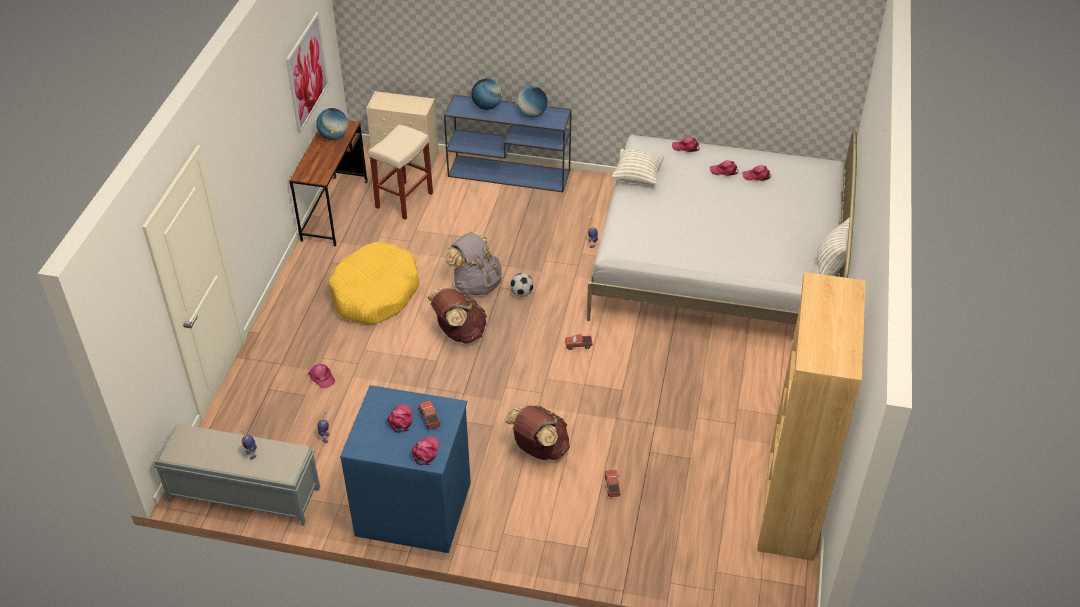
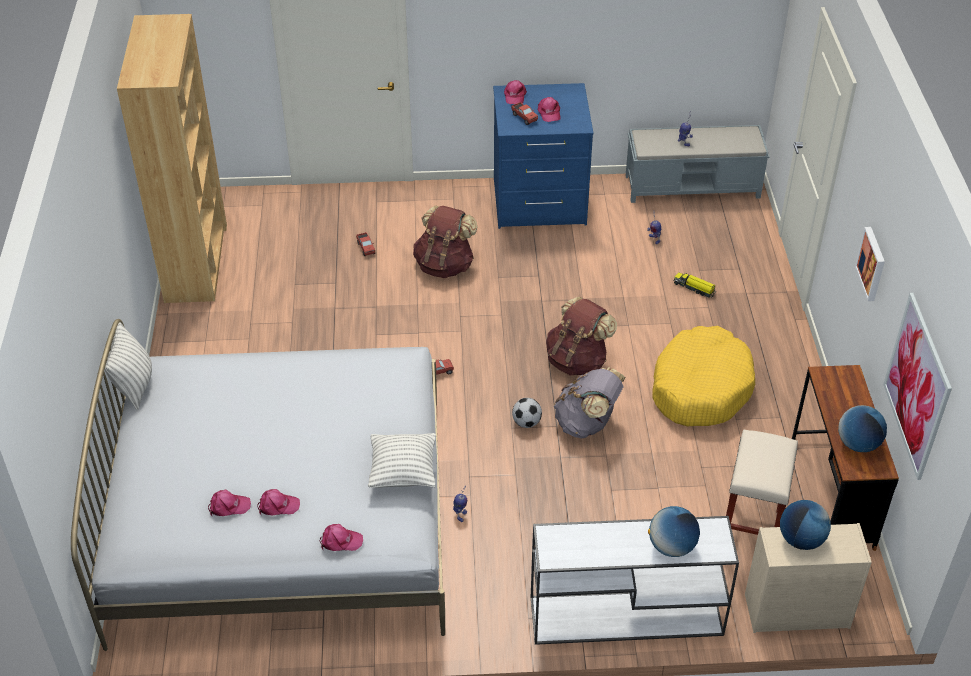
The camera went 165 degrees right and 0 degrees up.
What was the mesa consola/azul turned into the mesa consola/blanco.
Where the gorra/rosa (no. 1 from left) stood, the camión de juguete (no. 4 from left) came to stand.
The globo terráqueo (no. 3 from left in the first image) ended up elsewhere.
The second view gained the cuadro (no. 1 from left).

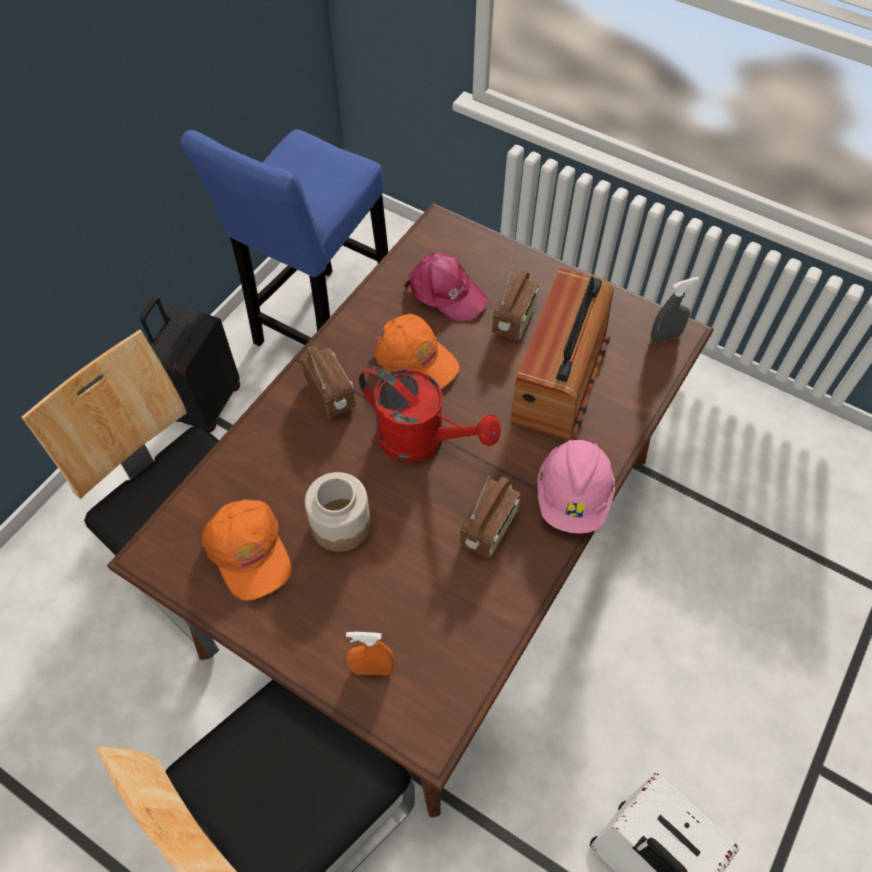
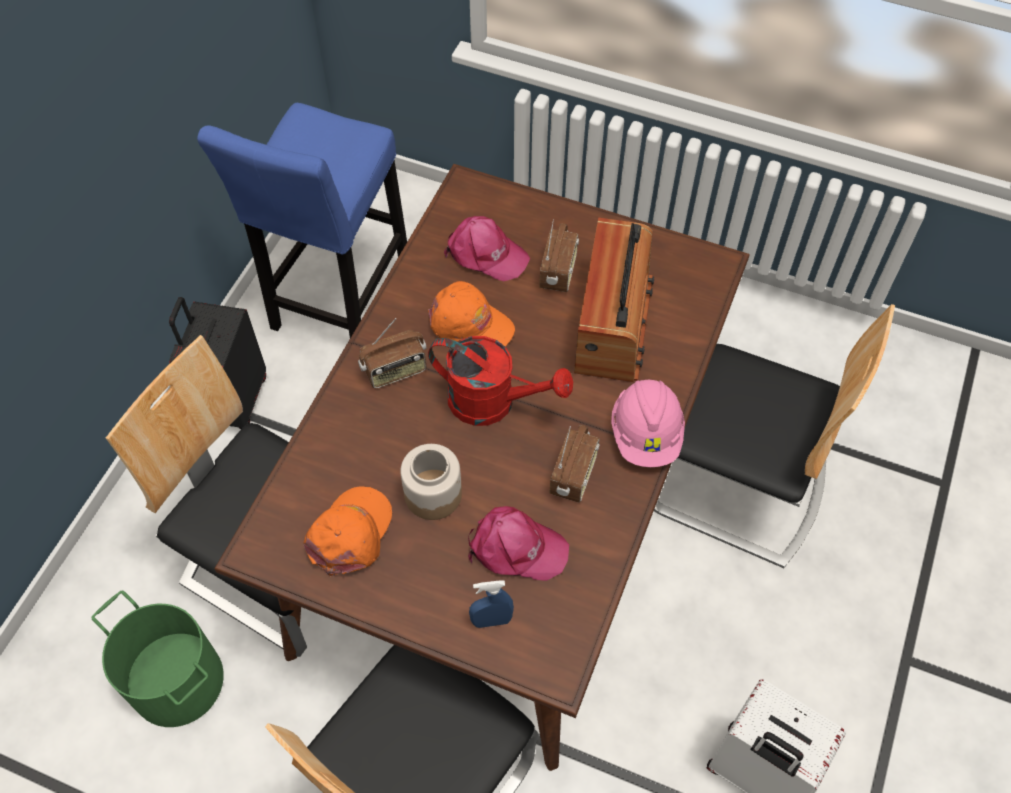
The camera went 10 degrees left and 0 degrees up.
The second view gained the cubo/verde.
The gorra/naranja (no. 1 from left) ended up facing another way, 120 degrees counterclockwise from before.
The radio (no. 1 from left) ended up facing another way, 105 degrees clockwise from before.
The second view gained the gorra/rosa (no. 2 from left).
What was the pulverizador/naranja turned into the pulverizador/azul.
The second view gained the silla (no. 3 from left).
The second view lost the pulverizador/gris.

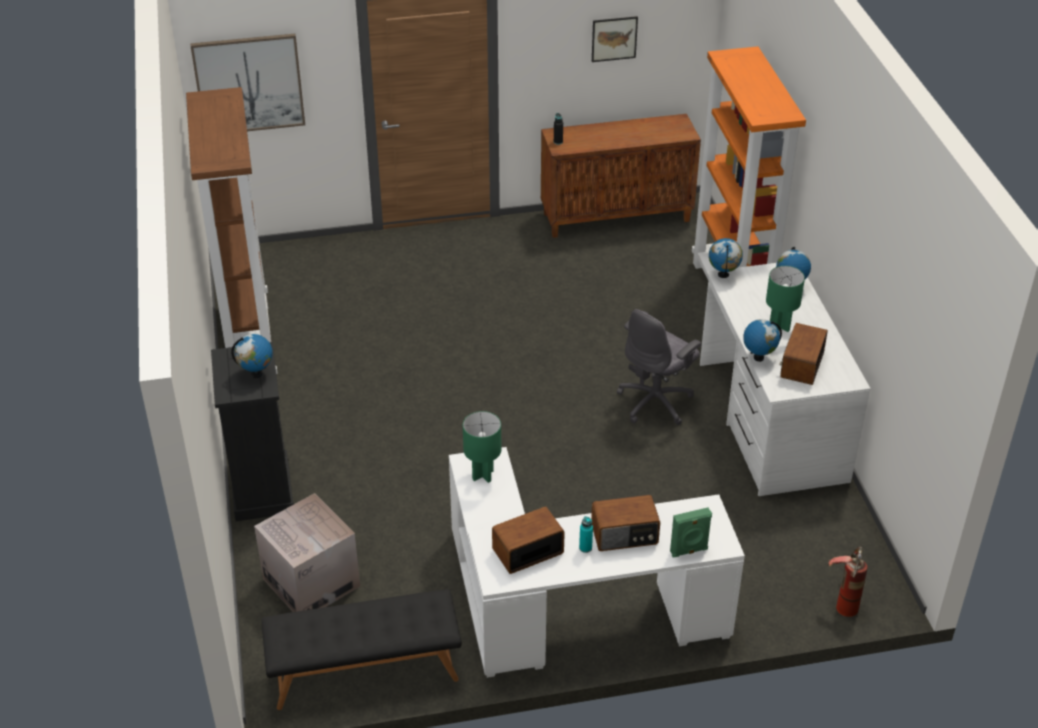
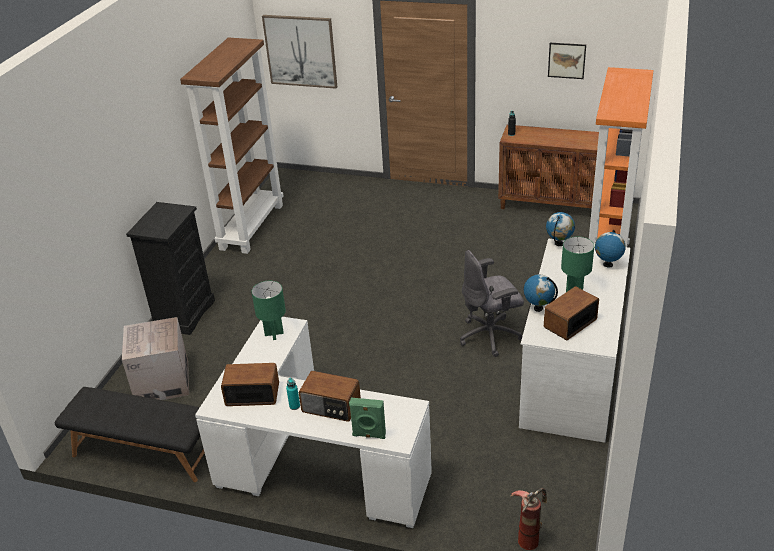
The camera went 30 degrees right and 5 degrees down.
The second view lost the globo terráqueo (no. 1 from left).

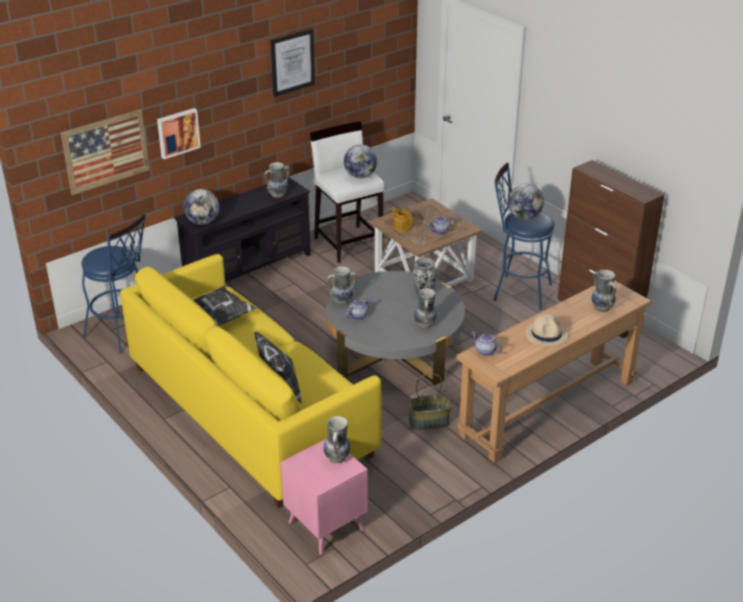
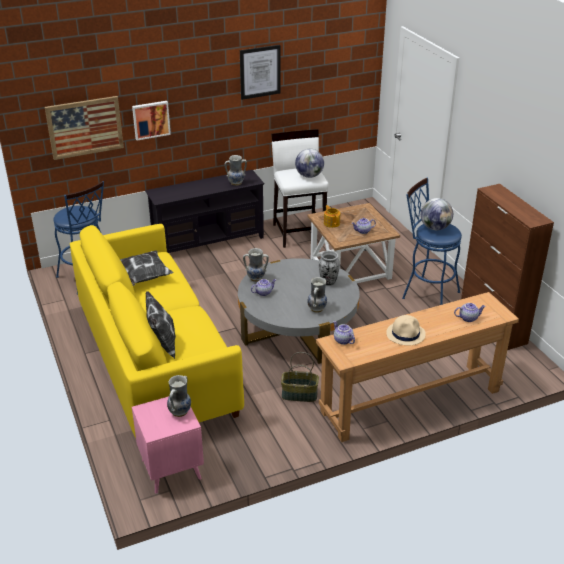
The camera went 15 degrees right and 0 degrees up.
Where the florero (no. 6 from left) stood, the tetera (no. 5 from left) came to stand.
The second view lost the globo terráqueo (no. 1 from left).

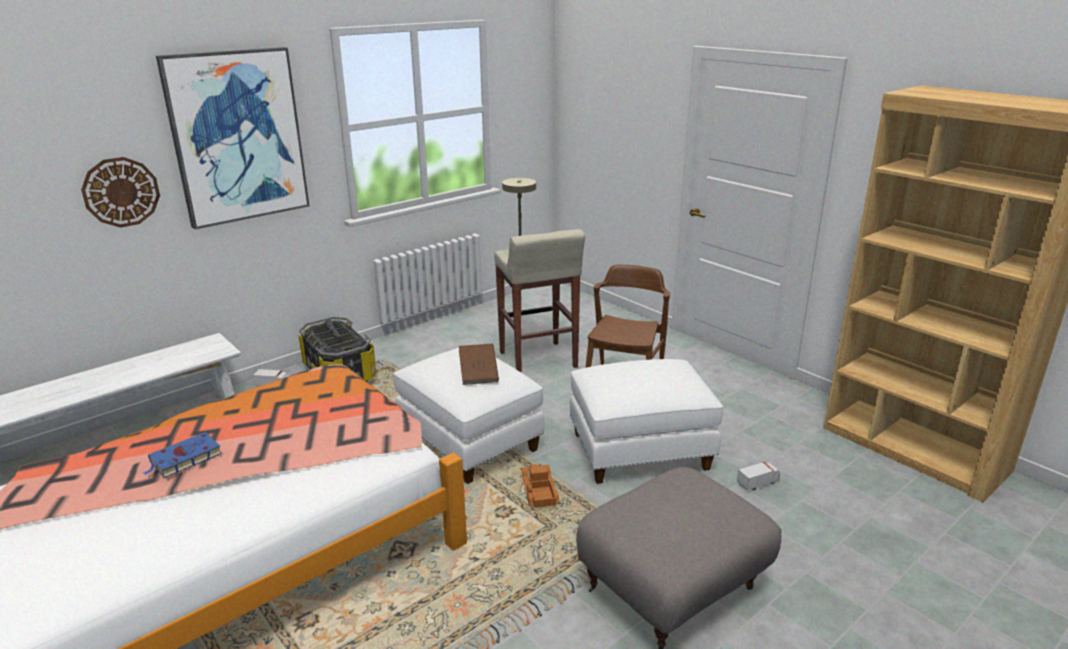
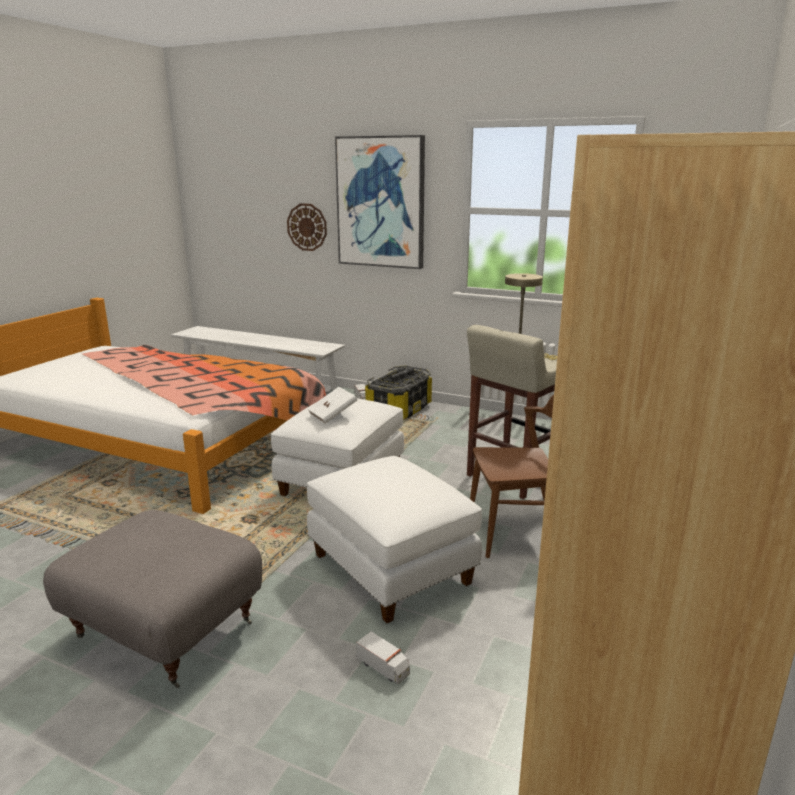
The camera went 65 degrees right and 5 degrees down.
What was the libro/marrón turned into the libro/blanco.
The second view lost the libro/azul.
The second view lost the camión de juguete (no. 2 from left).

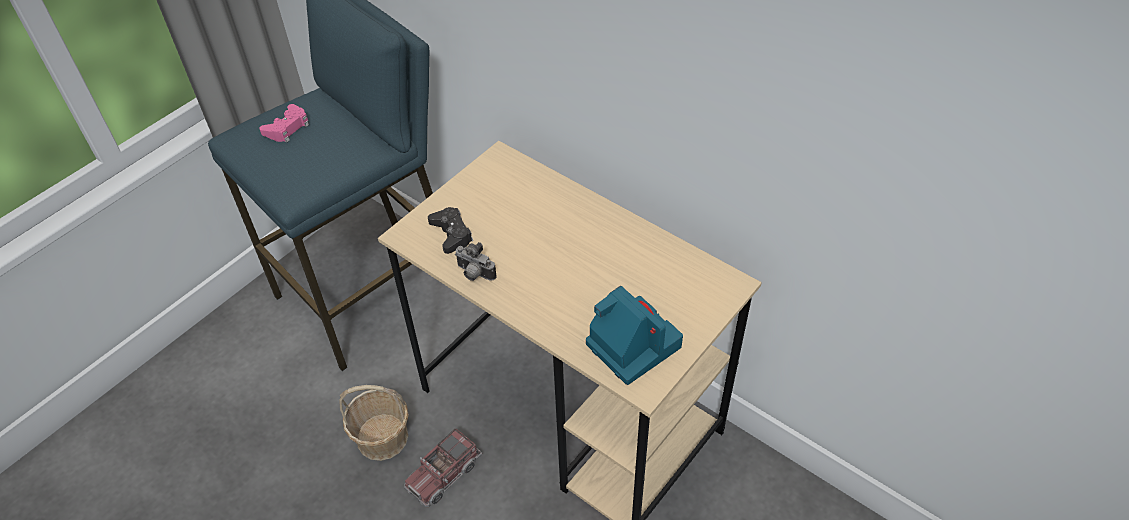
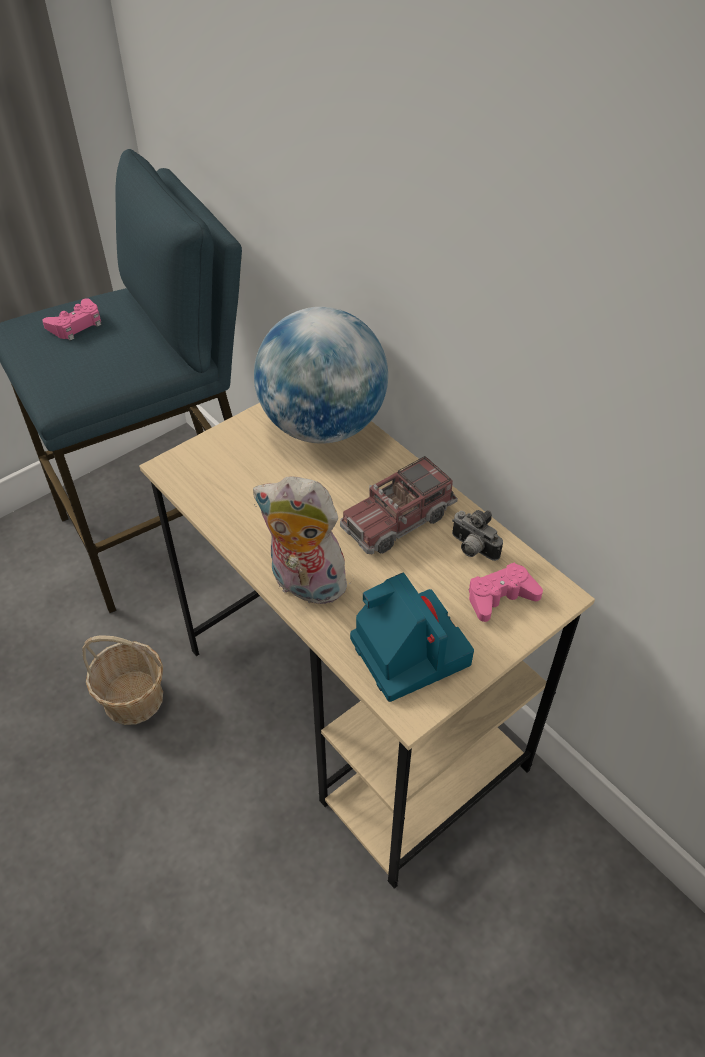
The camera went 10 degrees right and 0 degrees up.
The second view gained the peluche.
The second view gained the globo terráqueo.
The camión de juguete ended up elsewhere.
The cámara (no. 1 from left in the first image) ended up elsewhere.
The second view gained the mando de consola/rosa (no. 2 from left).
The second view lost the mando de consola/negro.

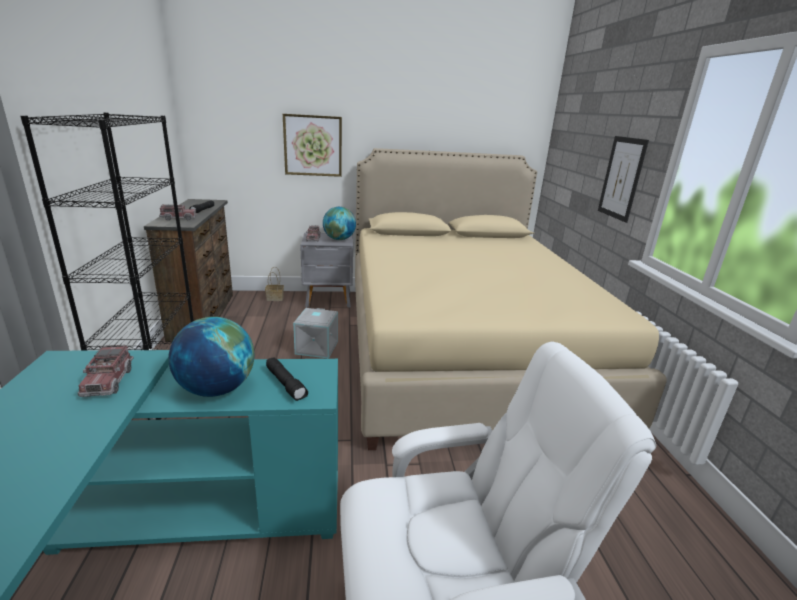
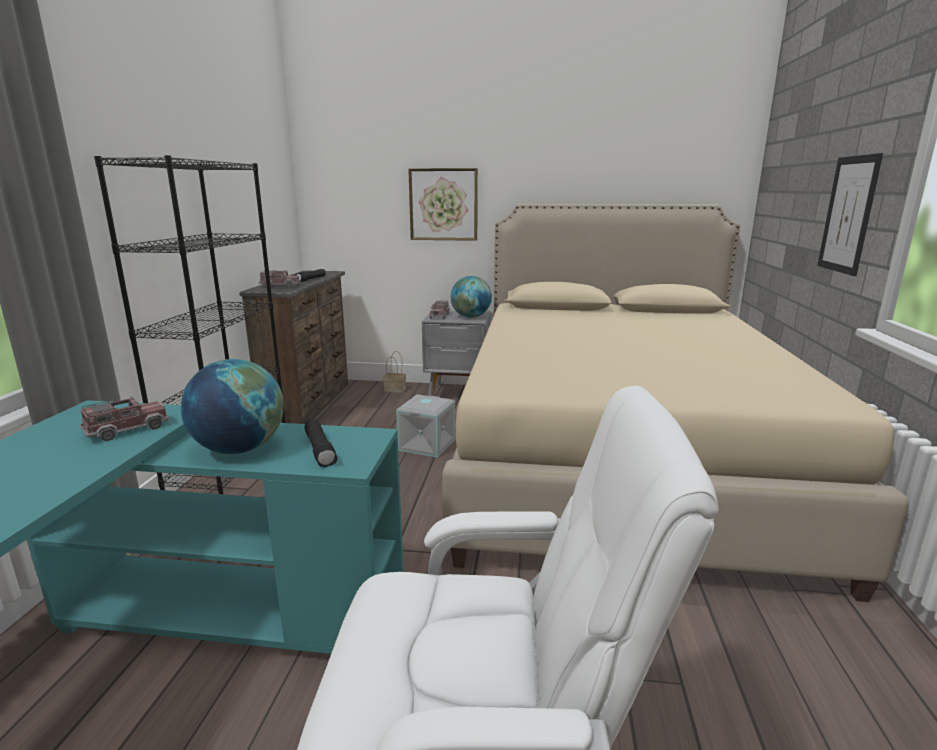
The camera went 15 degrees right and 5 degrees down.
The camión de juguete (no. 1 from left) ended up facing another way, 135 degrees counterclockwise from before.

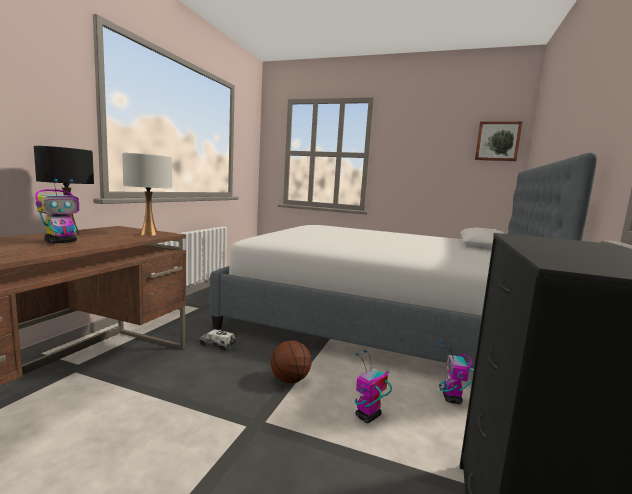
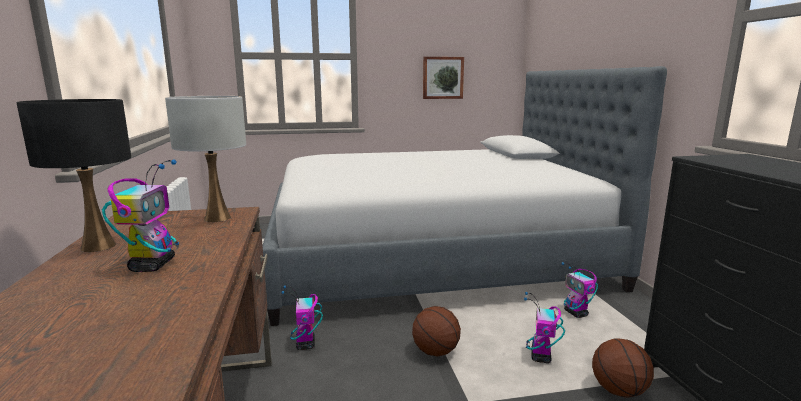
The camera went 30 degrees left and 5 degrees up.
Where the camión de juguete stood, the robot de juguete (no. 2 from left) came to stand.
The cuadro ended up elsewhere.
The second view gained the balón de baloncesto (no. 2 from left).

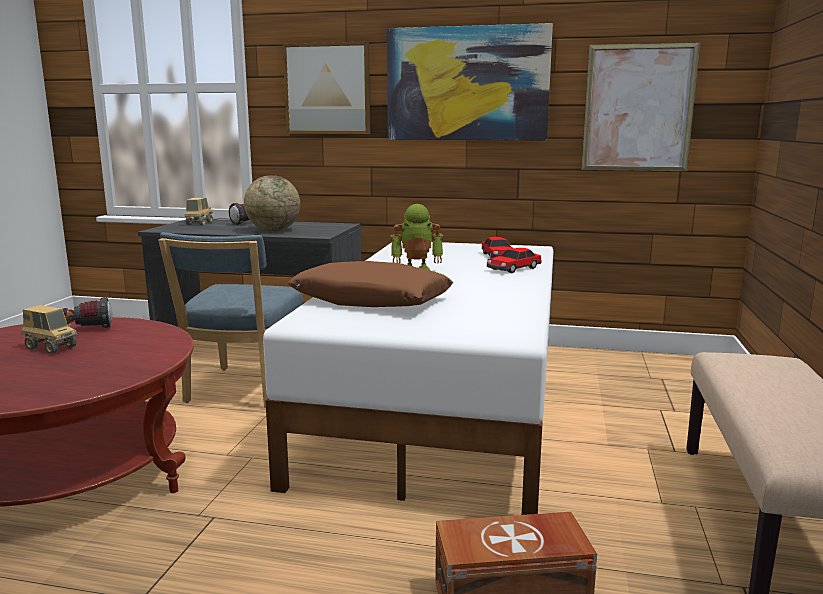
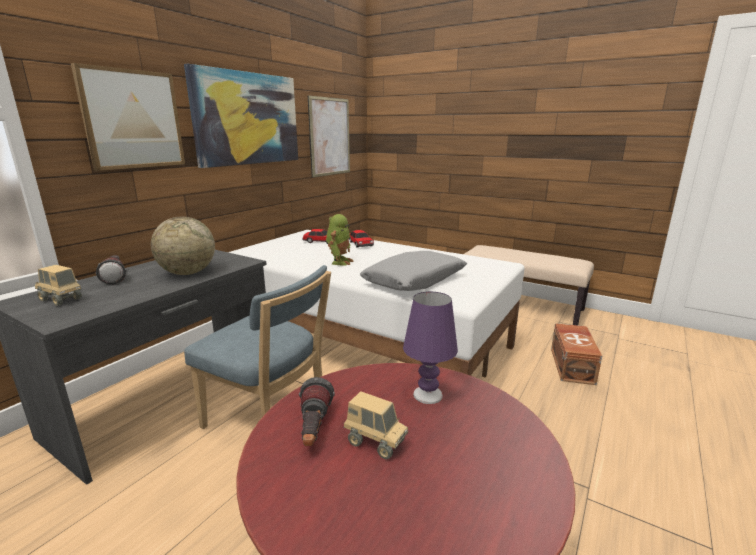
The camera went 70 degrees left and 5 degrees up.
The camión de juguete (no. 1 from left in the first image) ended up facing another way, 75 degrees clockwise from before.
What was the cojín/marrón turned into the cojín/gris.
The second view gained the lámpara de mesa/morado.

